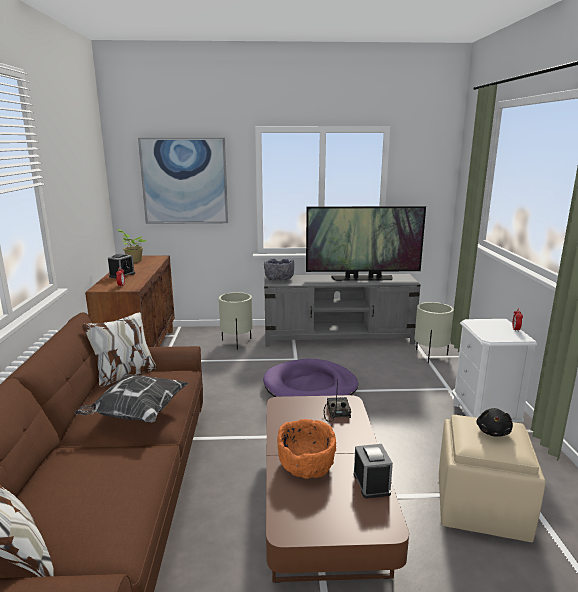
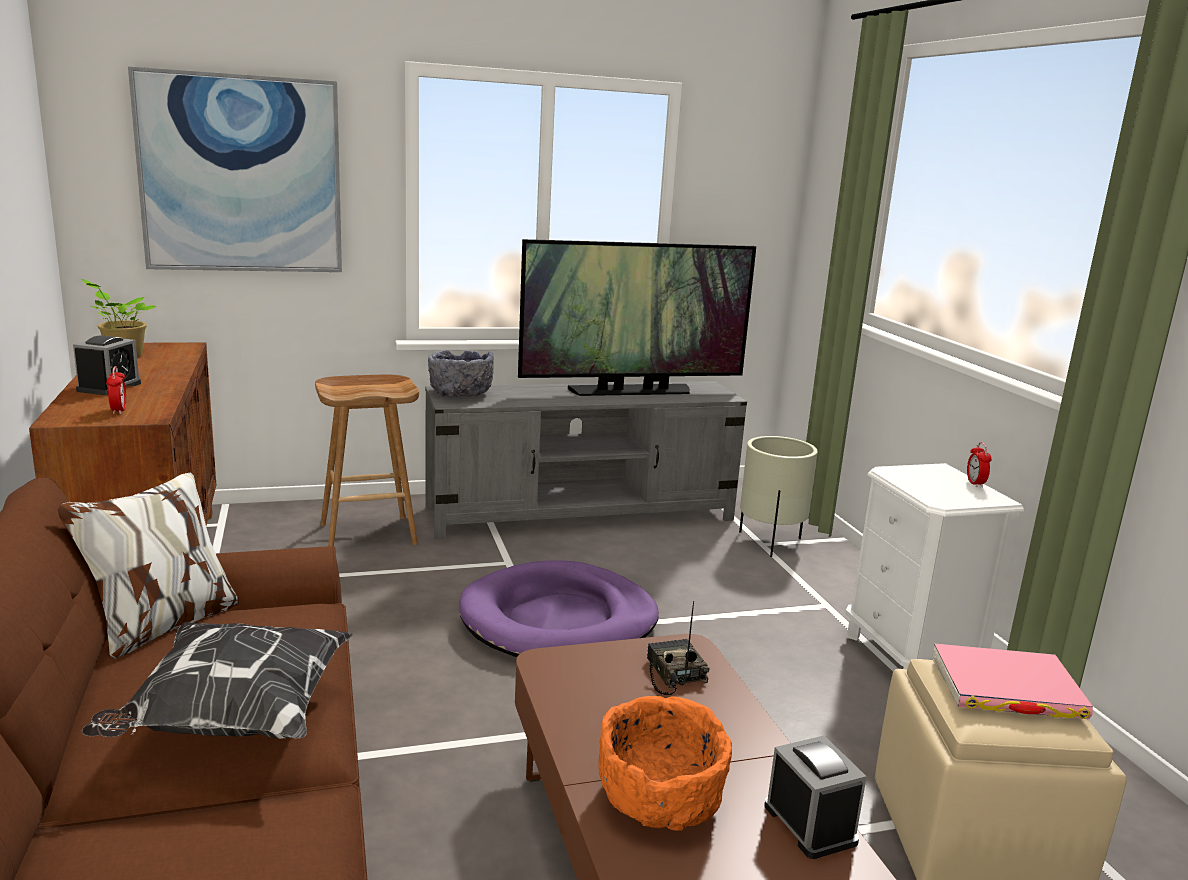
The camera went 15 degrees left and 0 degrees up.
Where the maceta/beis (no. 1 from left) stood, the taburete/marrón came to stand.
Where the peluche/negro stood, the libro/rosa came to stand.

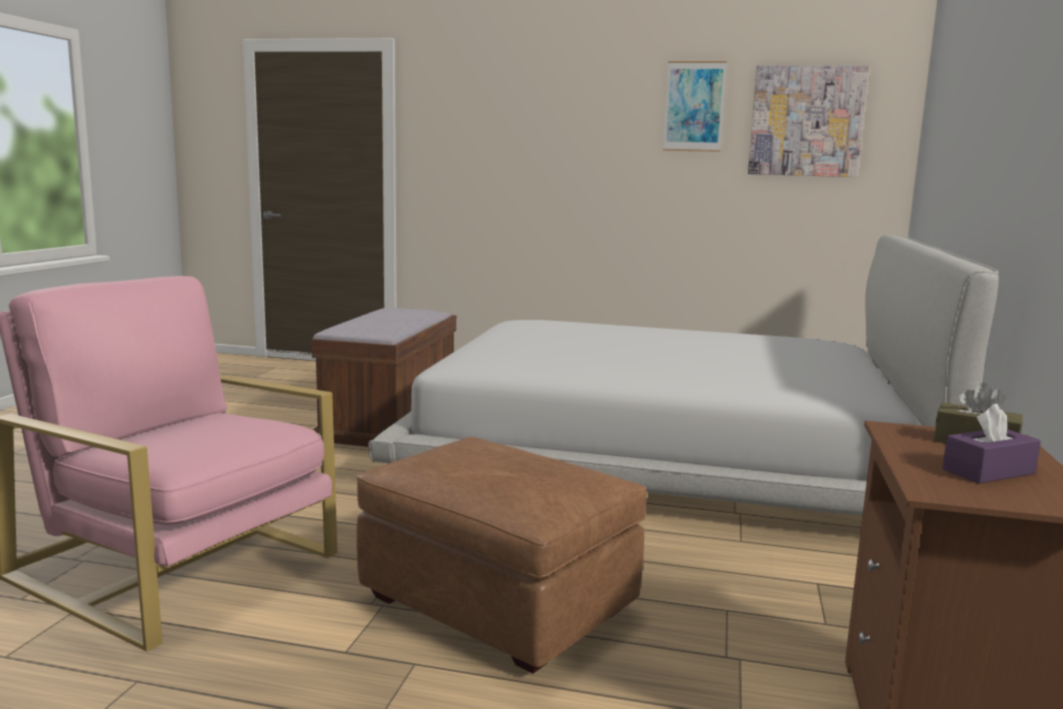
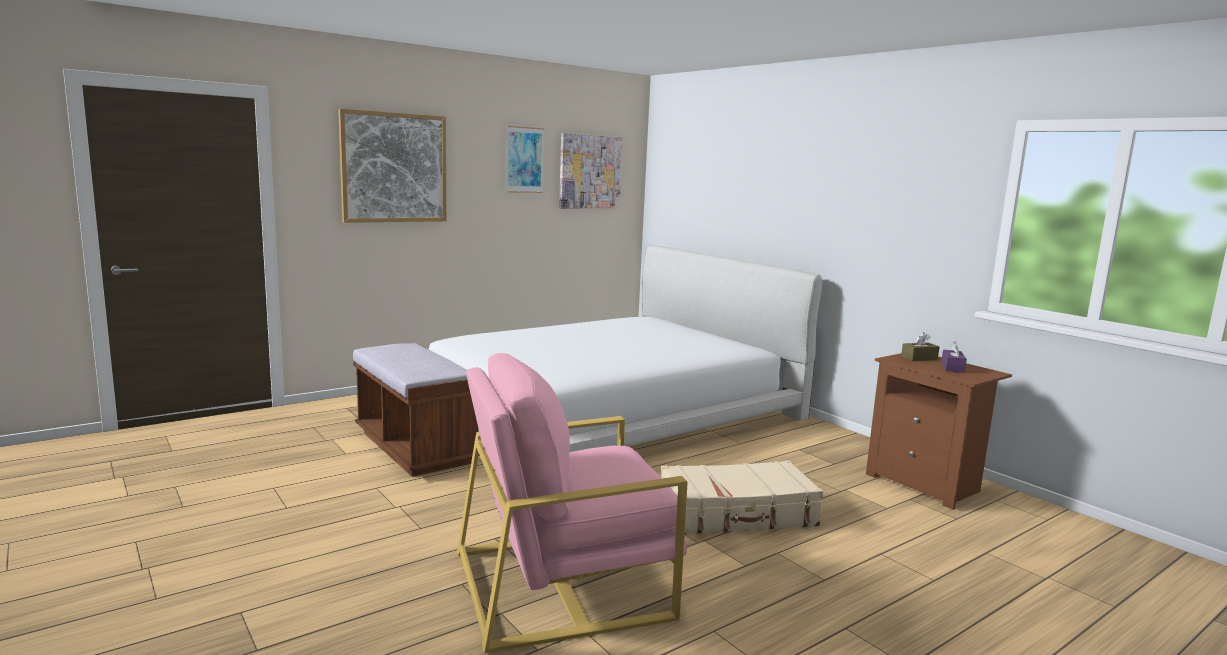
The camera went 50 degrees left and 0 degrees up.
The second view gained the cuadro (no. 1 from left).
Where the puf/marrón stood, the maleta/beis came to stand.

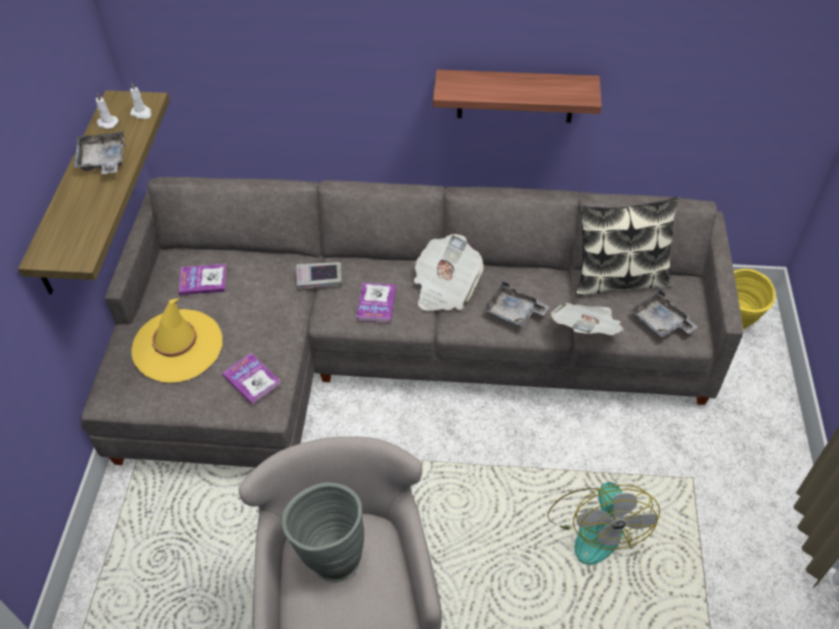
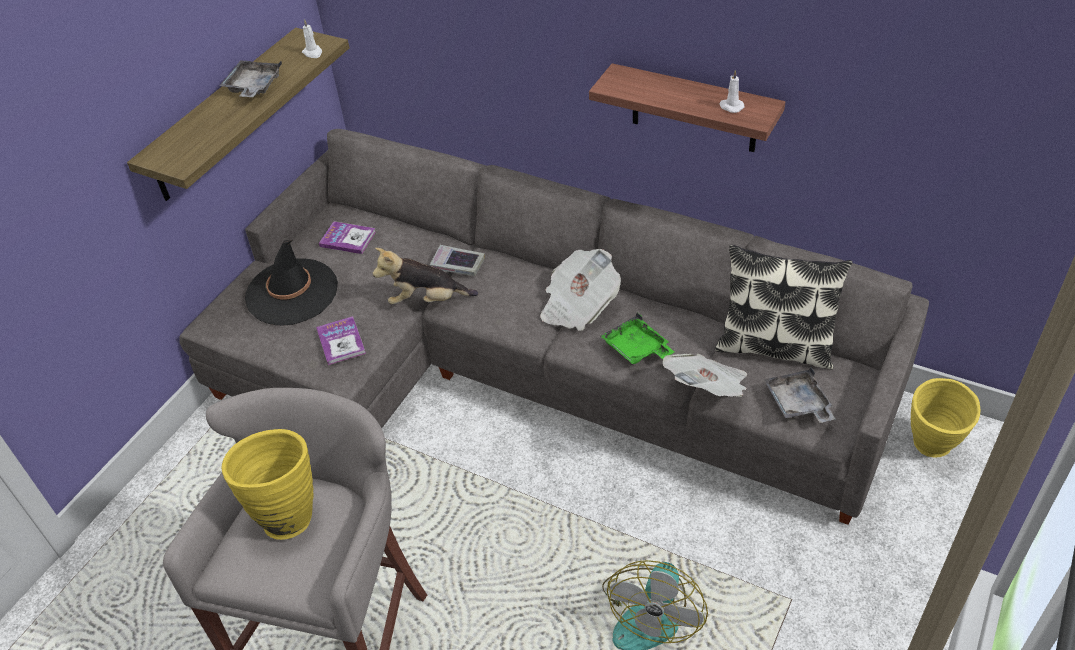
The camera went 25 degrees right and 5 degrees down.
What was the florero/gris turned into the florero/amarillo (no. 1 from left).
What was the sombrero/amarillo turned into the sombrero/negro.
The second view gained the peluche.
What was the bandeja/gris (no. 2 from left) turned into the bandeja/verde.
The vela/blanco (no. 1 from left in the first image) ended up elsewhere.
The second view lost the libro (no. 4 from left).

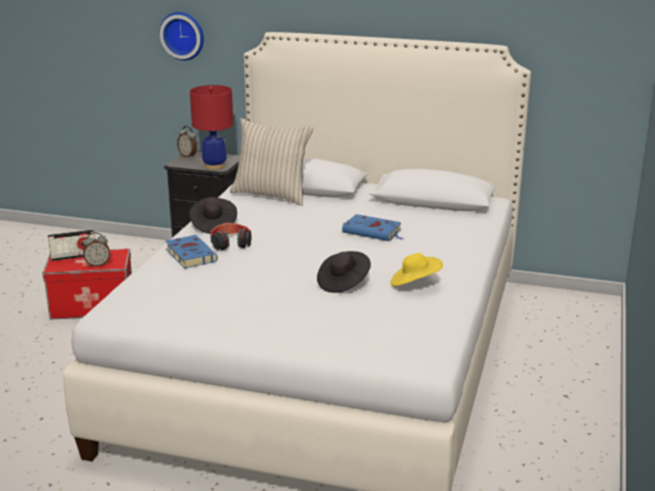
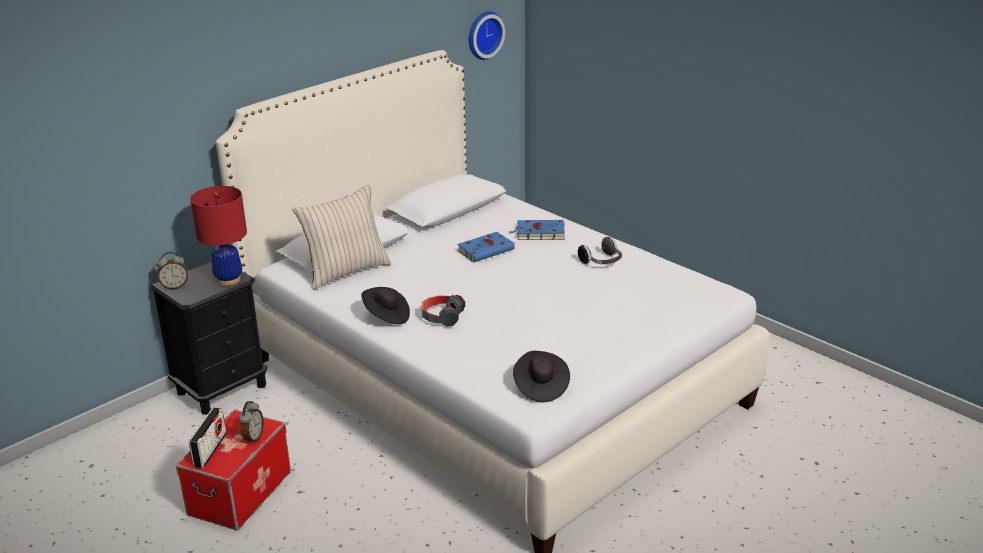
The camera went 60 degrees left and 5 degrees up.
The reloj de pared ended up elsewhere.
The libro/azul (no. 1 from left in the first image) ended up elsewhere.
The sombrero/negro (no. 2 from left) ended up elsewhere.
Where the sombrero/amarillo stood, the auriculares (no. 2 from left) came to stand.

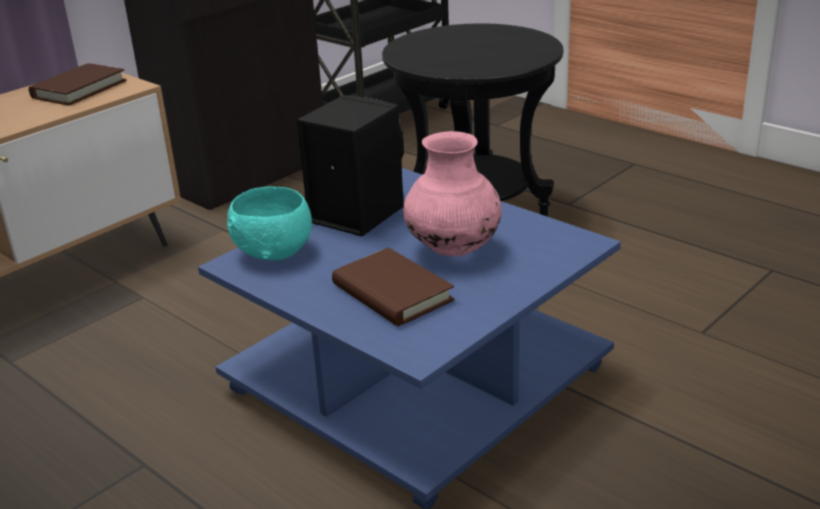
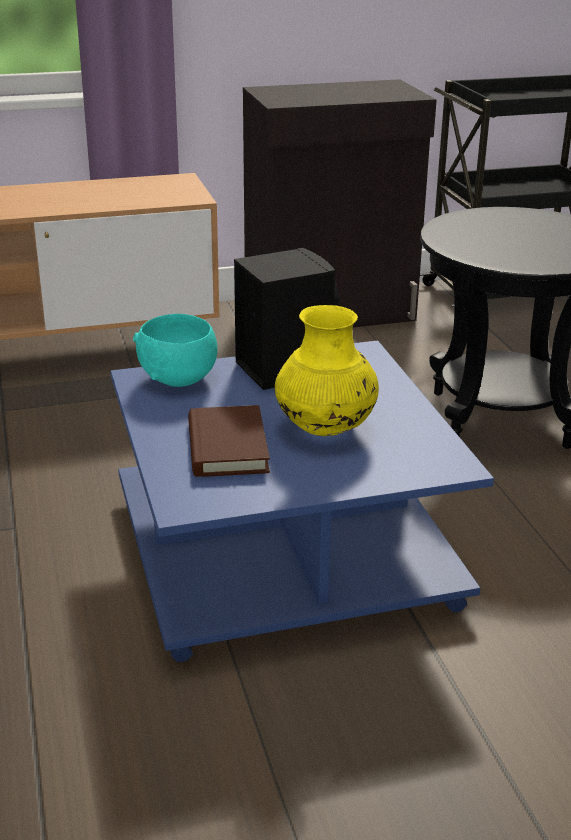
The camera went 30 degrees right and 0 degrees up.
What was the florero/rosa turned into the florero/amarillo.
The second view lost the libro/marrón (no. 1 from left).

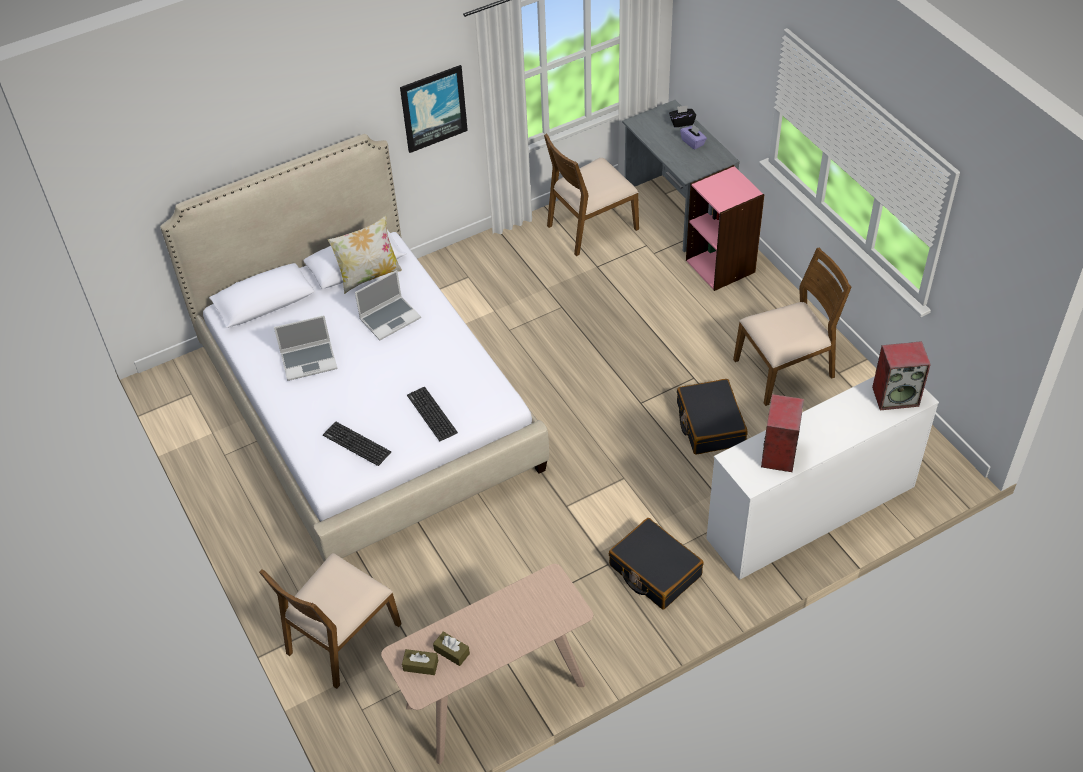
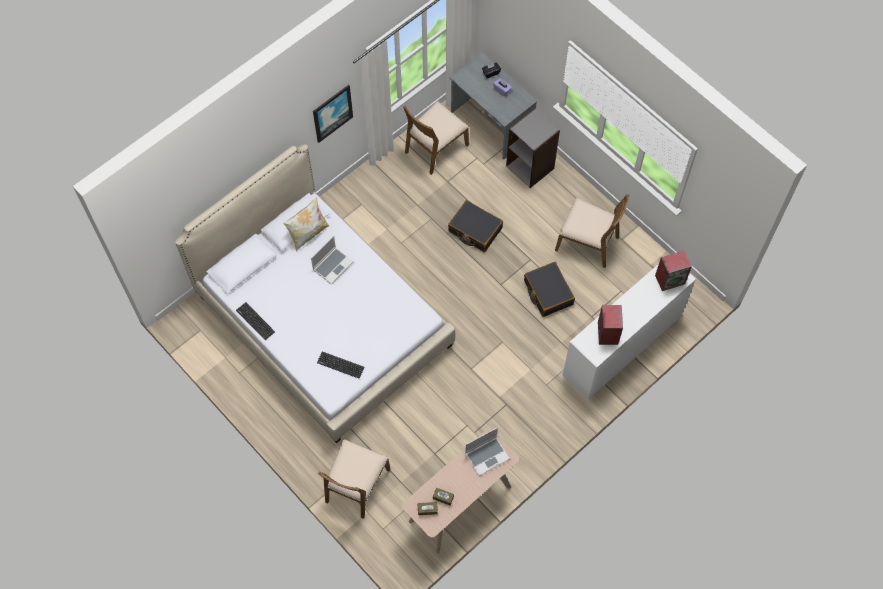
The camera went 15 degrees left and 15 degrees up.
The teclado (no. 2 from left in the first image) ended up elsewhere.
The maleta/negro (no. 1 from left) ended up elsewhere.
The portátil (no. 1 from left in the first image) ended up elsewhere.
What was the estantería/rosa turned into the estantería/gris.
The silla/marrón (no. 3 from left) ended up facing another way, 60 degrees clockwise from before.

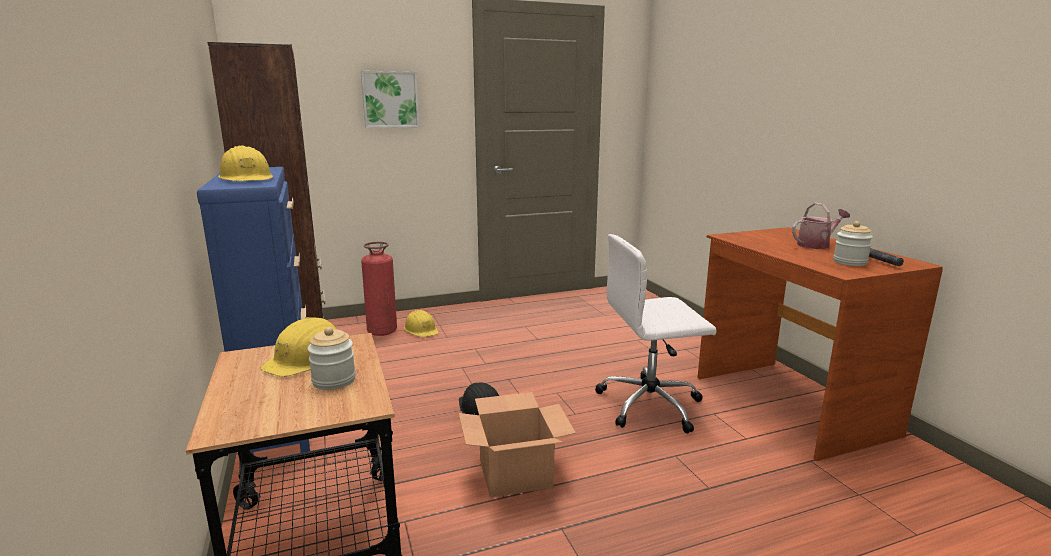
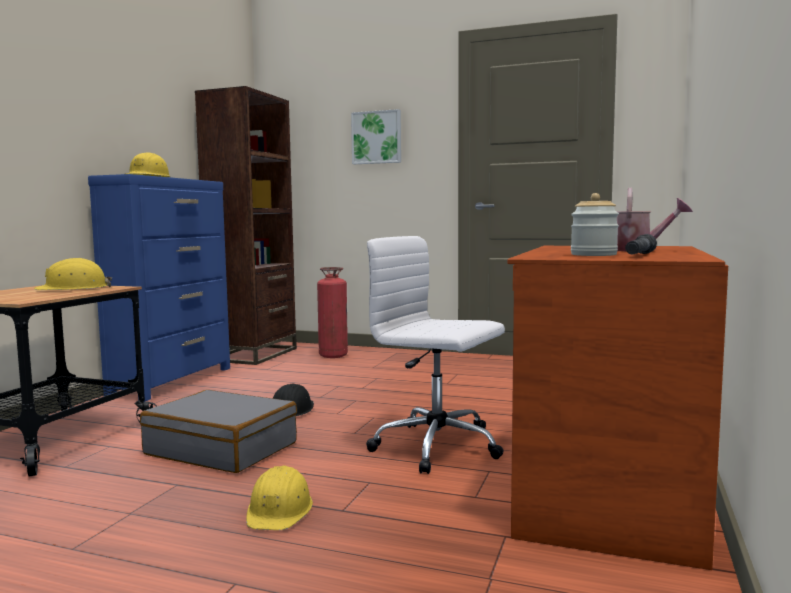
The camera went 40 degrees right and 10 degrees down.
Where the caja de cartón stood, the maleta/gris came to stand.
The casco/amarillo (no. 3 from left) ended up elsewhere.
The second view lost the tarro (no. 1 from left).

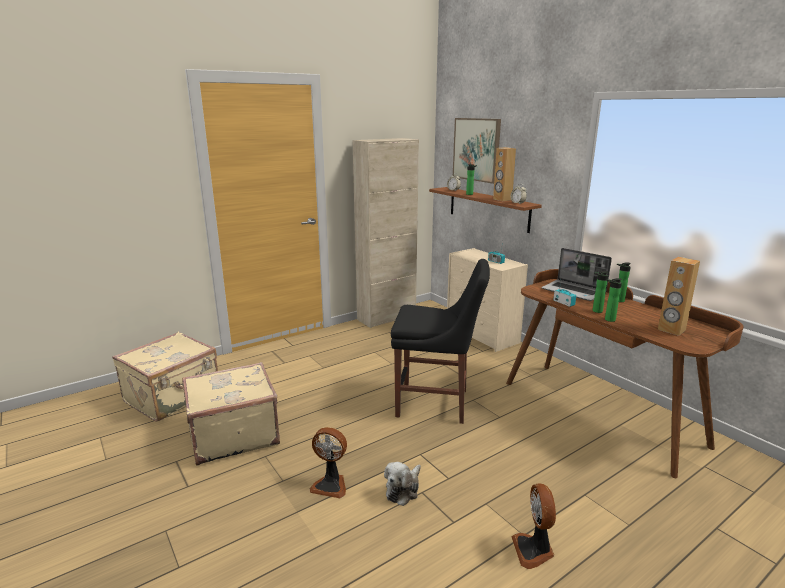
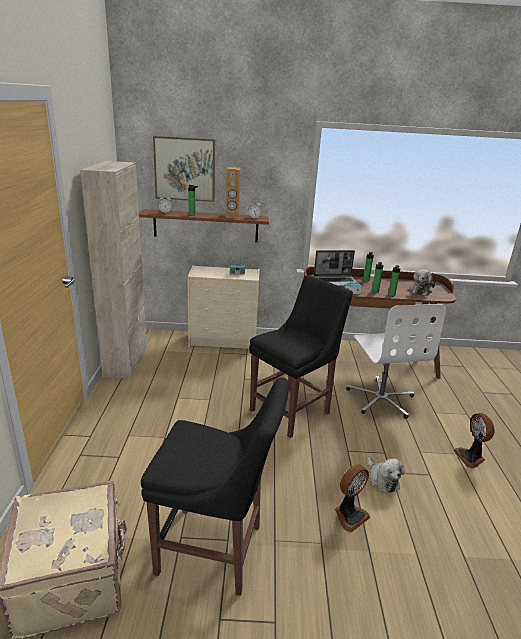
The camera went 55 degrees left and 5 degrees up.
Where the maleta/beis (no. 2 from left) stood, the silla/negro (no. 1 from left) came to stand.
The second view gained the silla de oficina/blanco.
Where the altavoz/marrón (no. 2 from left) stood, the peluche (no. 2 from left) came to stand.
The ventilador (no. 2 from left) ended up facing another way, 45 degrees clockwise from before.

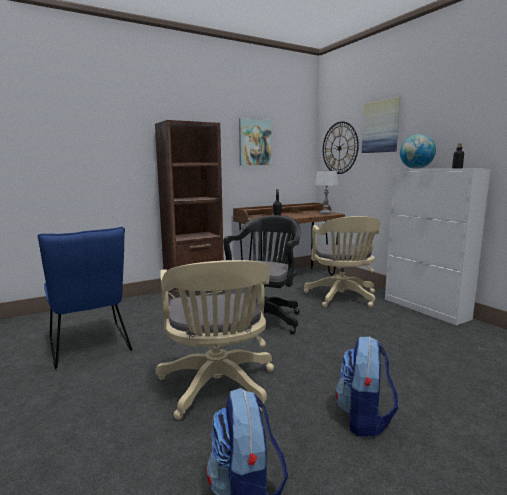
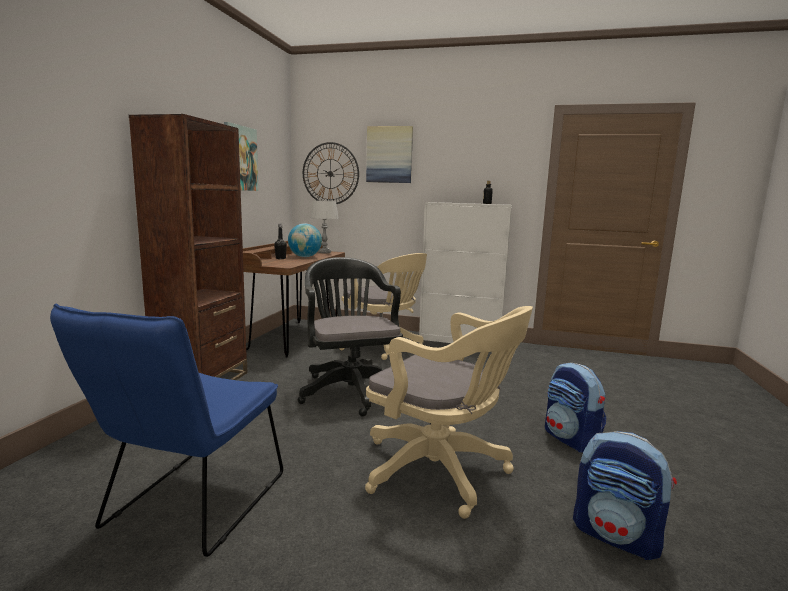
The camera went 45 degrees left and 0 degrees up.
The silla/azul ended up facing another way, 90 degrees clockwise from before.
The globo terráqueo ended up elsewhere.

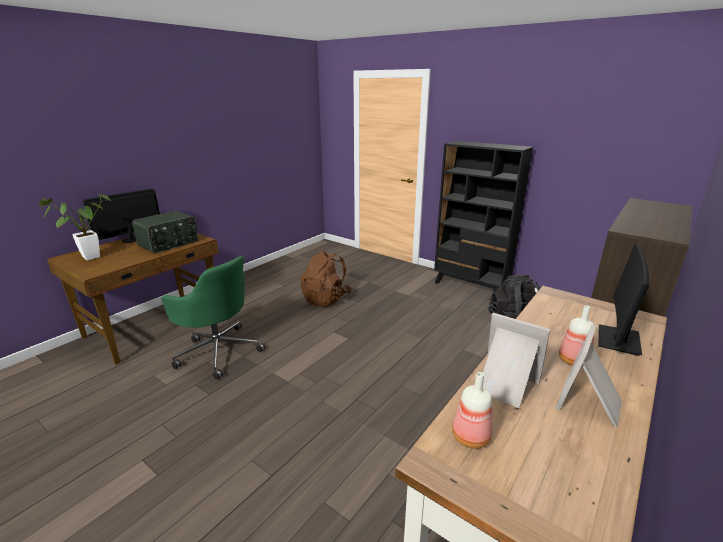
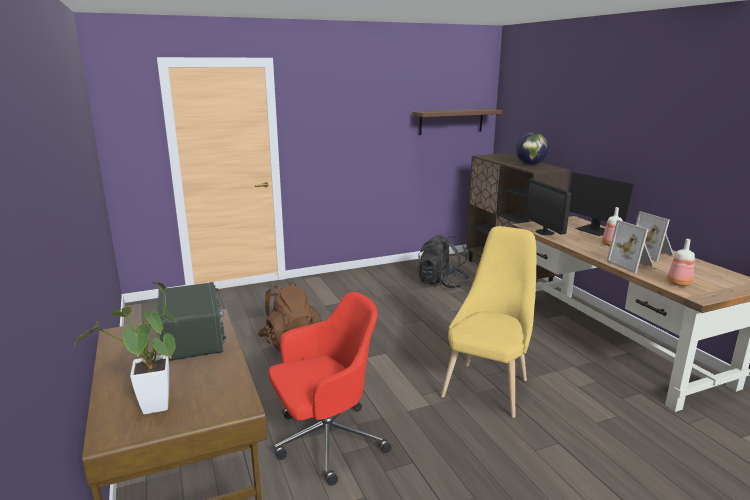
The camera went 60 degrees left and 5 degrees down.
What was the silla de oficina/verde turned into the silla de oficina/rojo.
The second view gained the estante.
The second view gained the silla/amarillo.
The second view gained the globo terráqueo.
The monitor (no. 1 from left) ended up elsewhere.
The portarretratos (no. 1 from left) ended up facing another way, 90 degrees counterclockwise from before.
The second view lost the estantería/negro.

